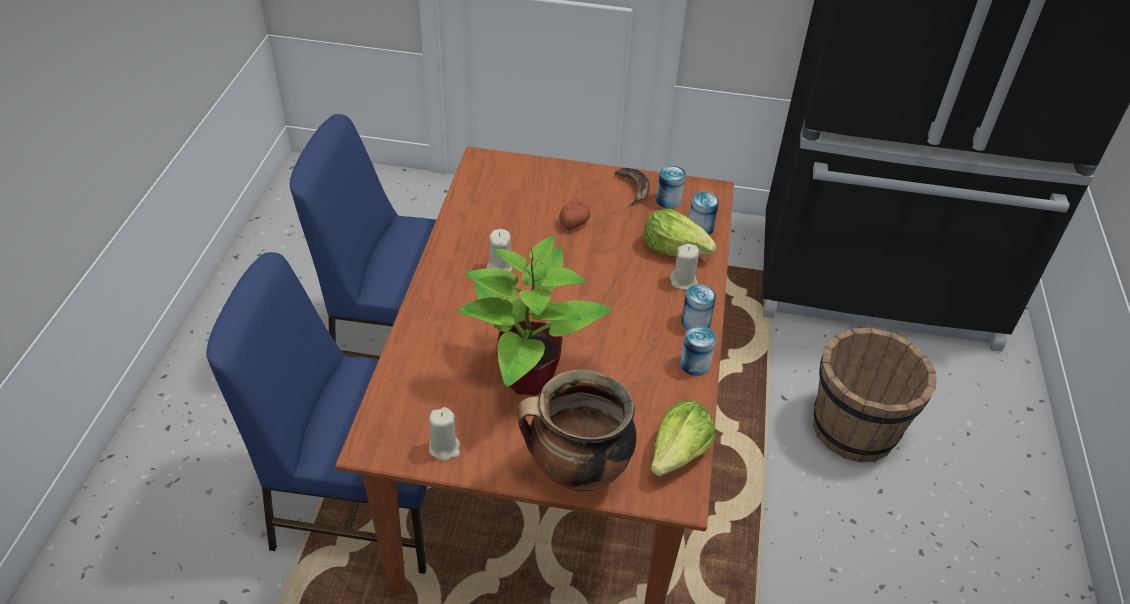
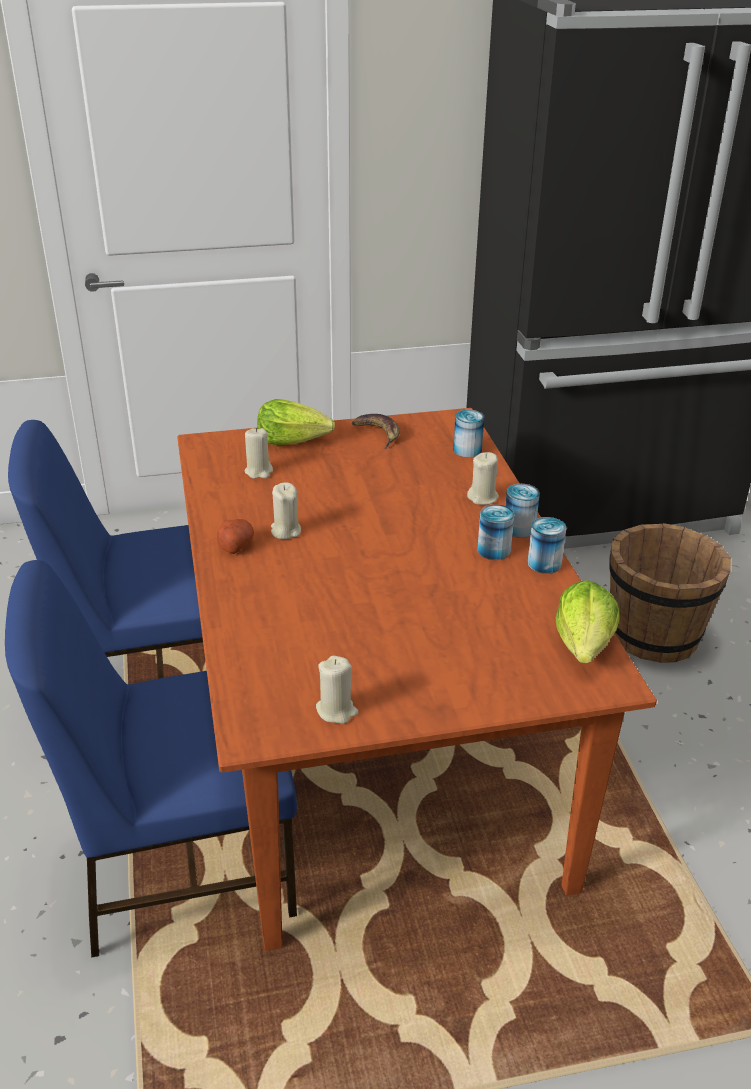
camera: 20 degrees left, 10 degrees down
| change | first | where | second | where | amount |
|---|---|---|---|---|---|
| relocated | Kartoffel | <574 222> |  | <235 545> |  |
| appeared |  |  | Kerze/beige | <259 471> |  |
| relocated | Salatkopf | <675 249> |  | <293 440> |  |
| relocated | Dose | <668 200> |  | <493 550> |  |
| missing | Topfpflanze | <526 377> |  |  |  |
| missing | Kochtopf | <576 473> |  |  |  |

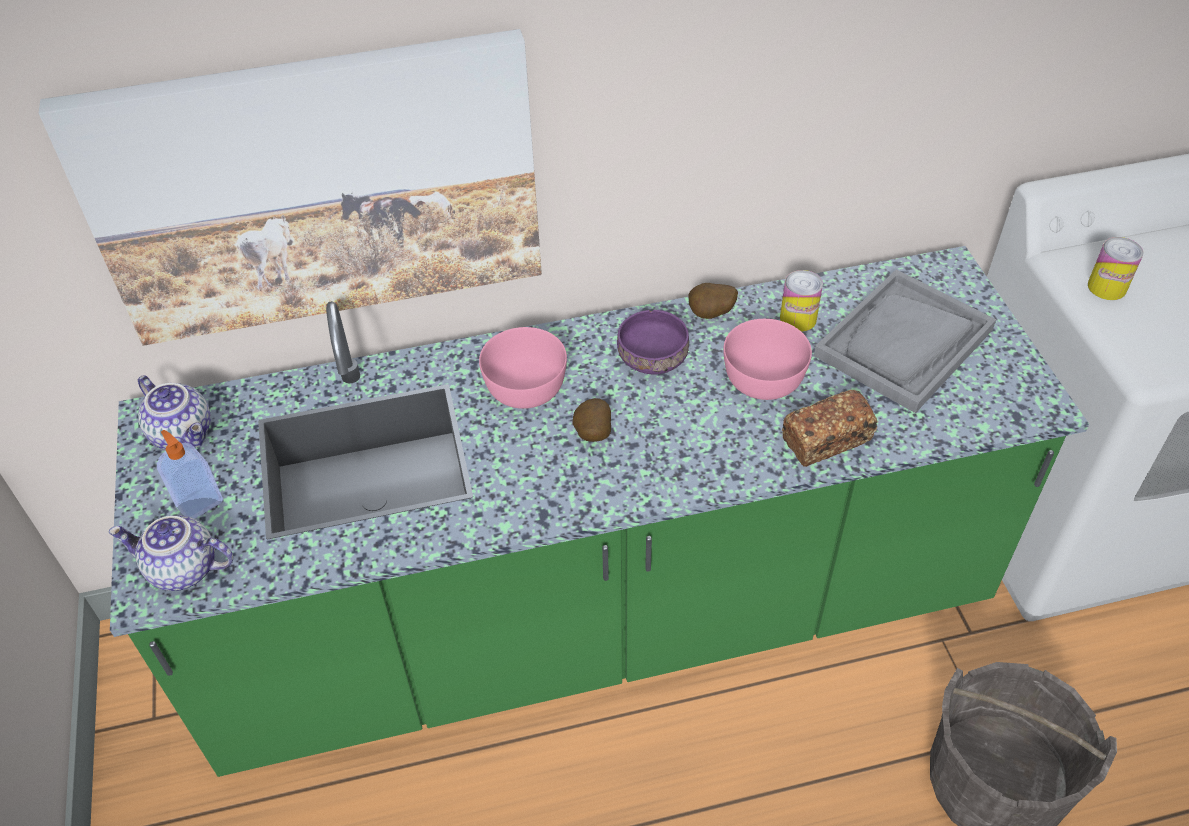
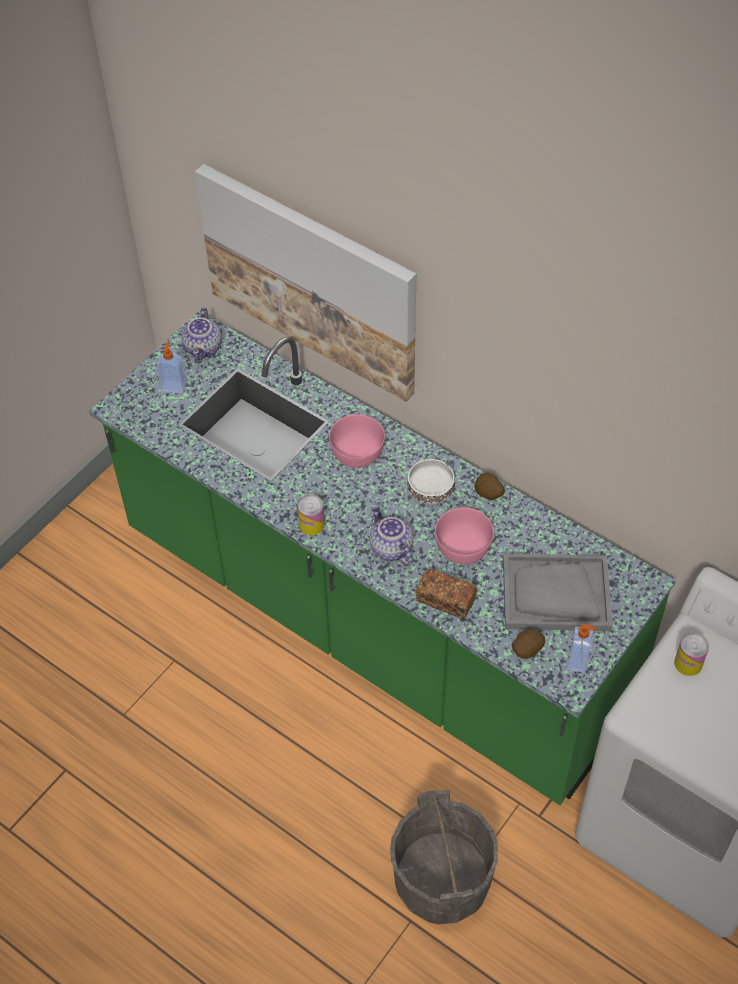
camera: 50 degrees right, 5 degrees up
| change | first | where | second | where | amount |
|---|---|---|---|---|---|
| relocated | Dose | <798 318> |  | <311 524> |  |
| relocated | Teekanne | <182 570> |  | <390 548> |  |
| colour | Schüssel/lila | <651 358> | Schüssel/weiß | <429 490> |  |
| relocated | Kartoffel | <592 435> |  | <526 650> |  |
| appeared |  |  | Seifenspender | <579 660> |  |

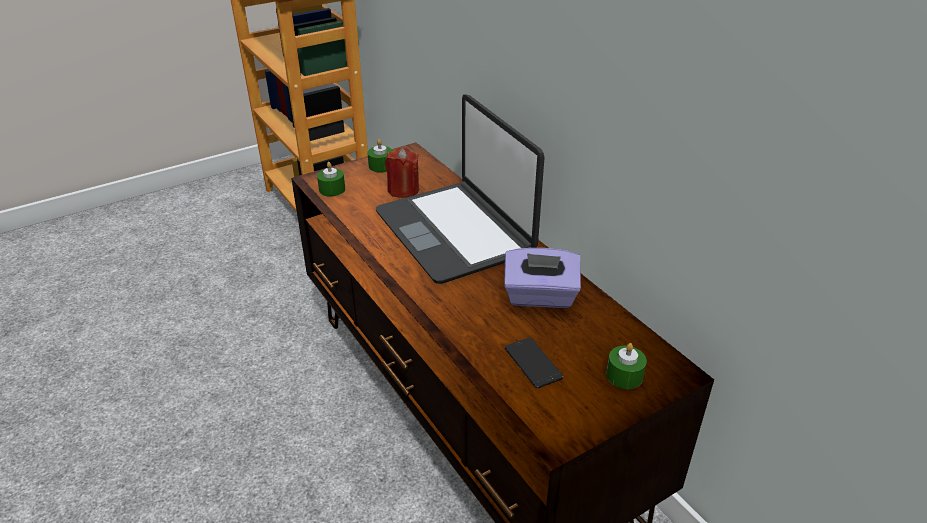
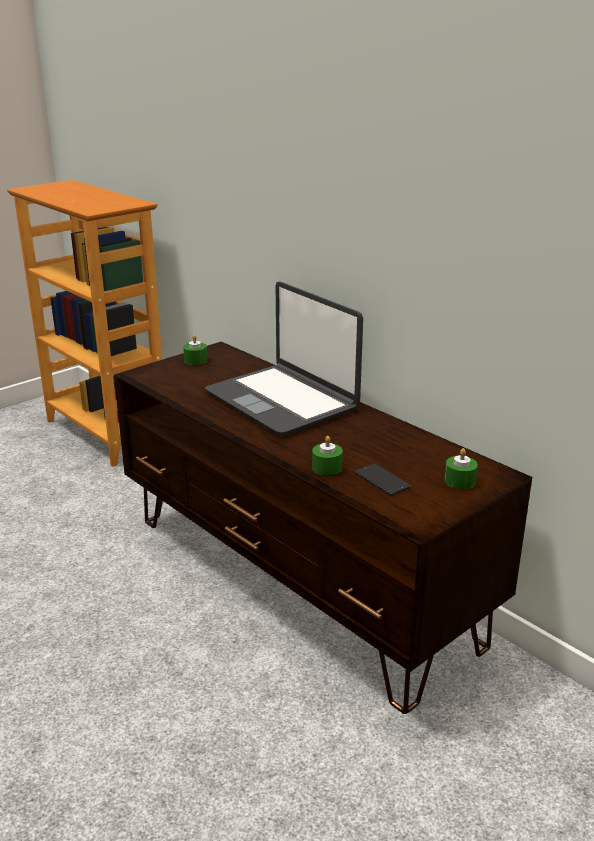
camera: 10 degrees left, 10 degrees down
| change | first | where | second | where | amount |
|---|---|---|---|---|---|
| relocated | Kerze/grün | <332 189> |  | <327 467> |  |
| missing | Kerze/rot | <403 190> |  |  |  |
| missing | Taschentuchbox/lila | <540 297> |  |  |  |

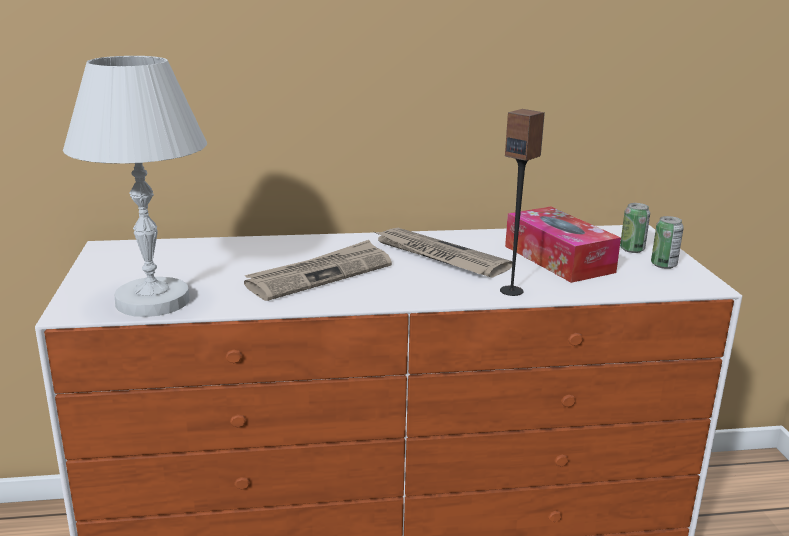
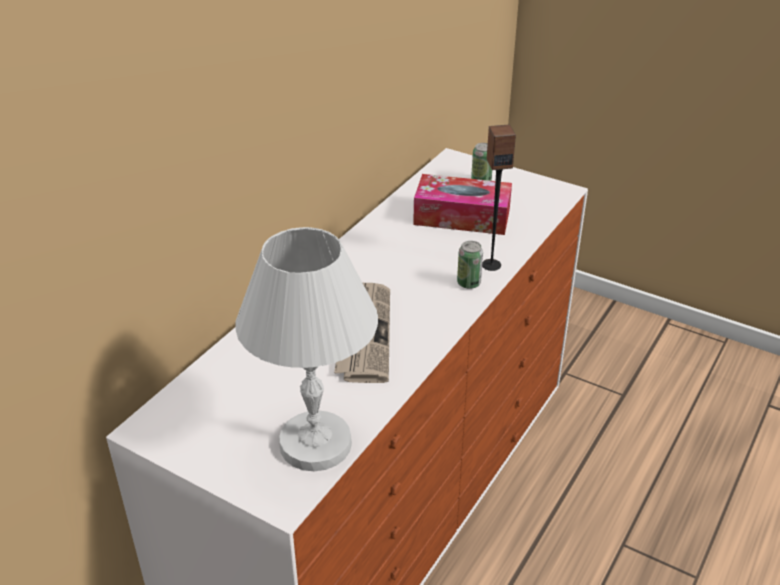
camera: 50 degrees left, 15 degrees up
| change | first | where | second | where | amount |
|---|---|---|---|---|---|
| relocated | Dose | <663 265> |  | <468 283> |  |
| missing | Zeitung | <438 256> |  |  |  |

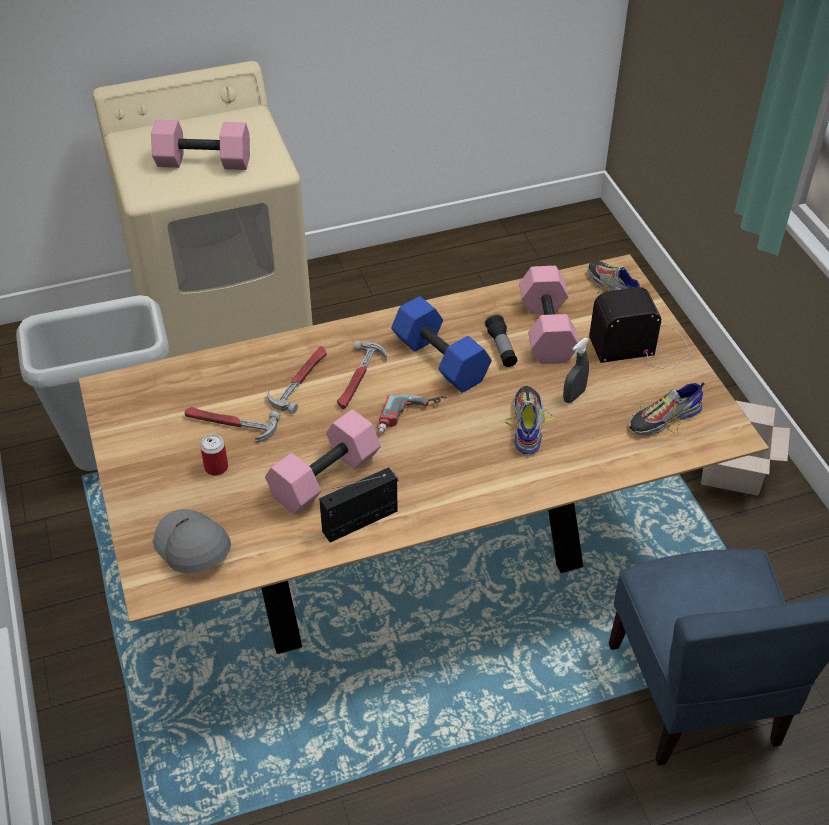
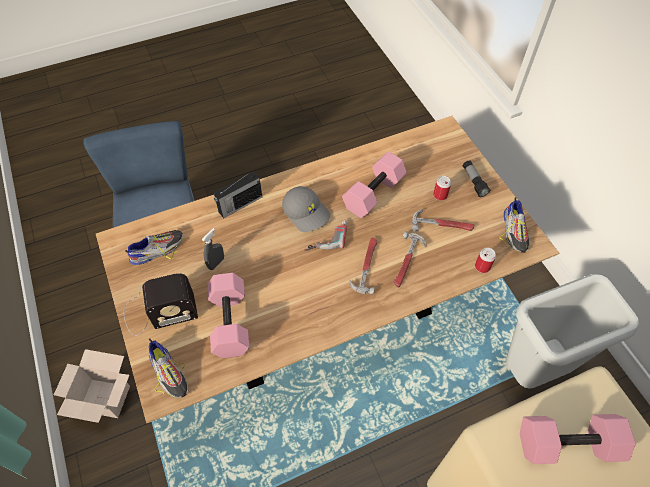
camera: 175 degrees right, 10 degrees up
| change | first | where | second | where | amount |
|---|---|---|---|---|---|
| relocated | Radio | <361 521> |  | <239 204> |  |
| relocated | Kappe/grau | <191 547> |  | <307 212> |  |
| relocated | Taschenlampe | <501 348> |  | <474 182> |  |
| appeared |  |  | Dose | <482 266> |  |
| relocated | Schuh | <527 423> |  | <515 231> |  |
| missing | Hantel/blau | <442 360> |  |  |  |

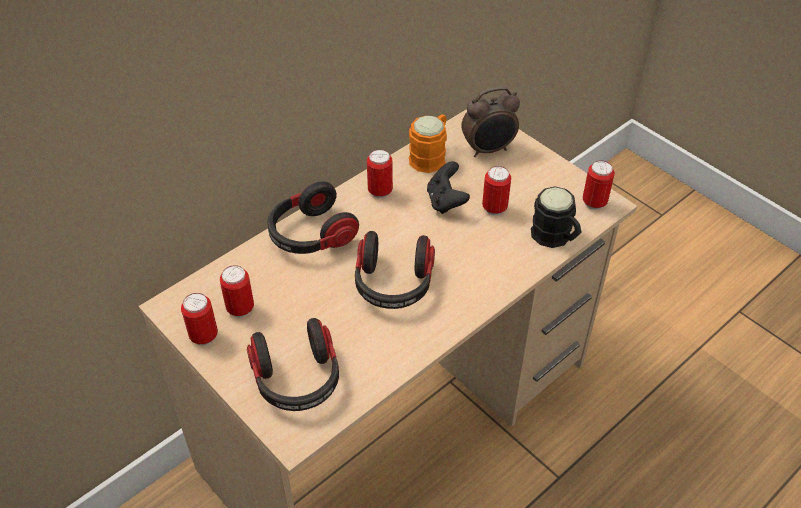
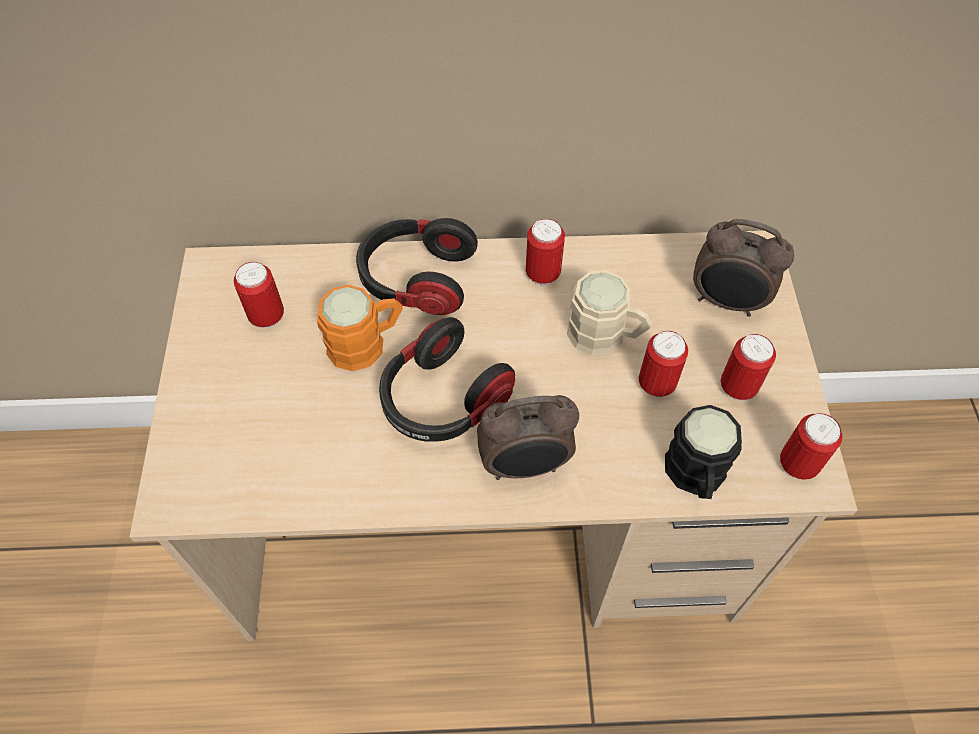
camera: 40 degrees right, 10 degrees up
| change | first | where | second | where | amount |
|---|---|---|---|---|---|
| relocated | Henkelbecher/orange | <430 155> |  | <366 343> |  |
| appeared |  |  | Wecker | <525 466> |  |
| exchanged | Gamepad/schwarz | <446 201> | Henkelbecher/beige | <605 336> |  |
| relocated | Dose | <204 336> |  | <738 387> |  |
| missing | Kopfhörer | <297 380> |  |  |  |

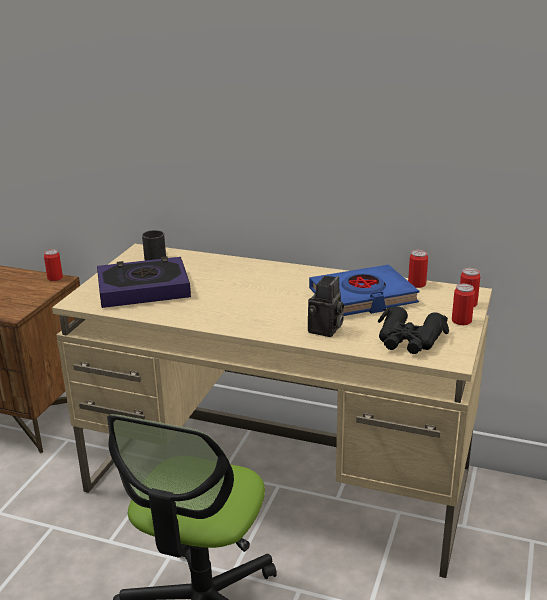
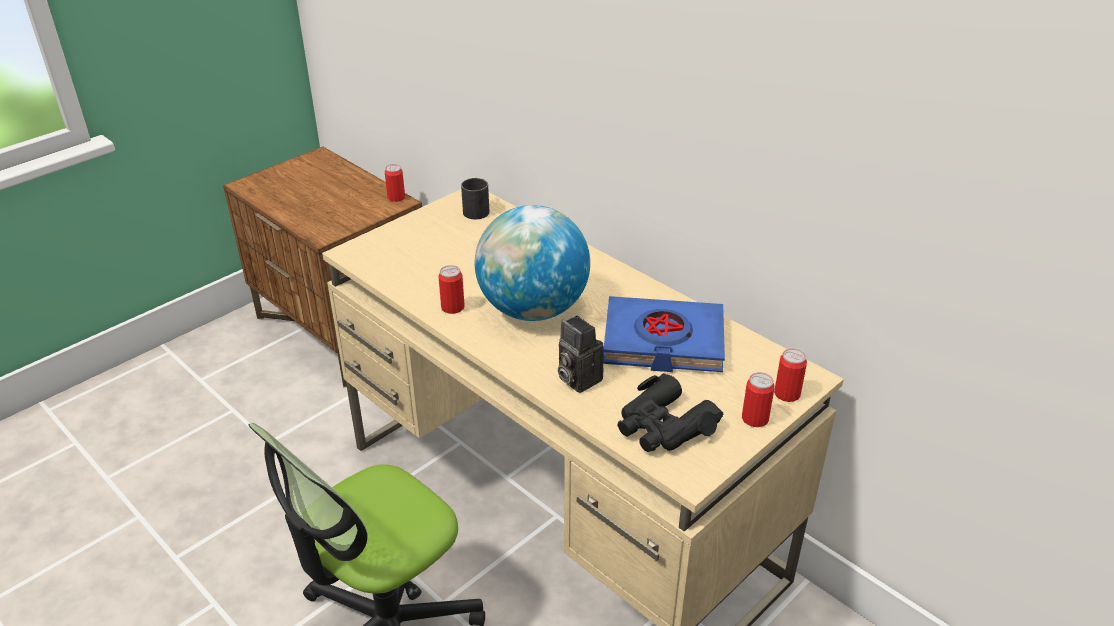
camera: 25 degrees right, 10 degrees up
| change | first | where | second | where | amount |
|---|---|---|---|---|---|
| relocated | Dose | <416 284> |  | <452 307> |  |
| appeared |  |  | Globus | <533 309> |  |
| spun | Kamera | <325 330> |  | <577 378> | 90 degrees clockwise |
| missing | Buch | <143 288> |  |  |  |

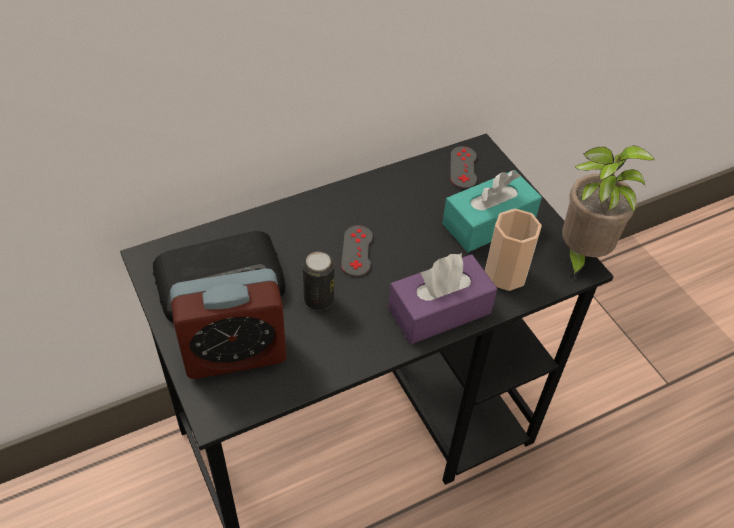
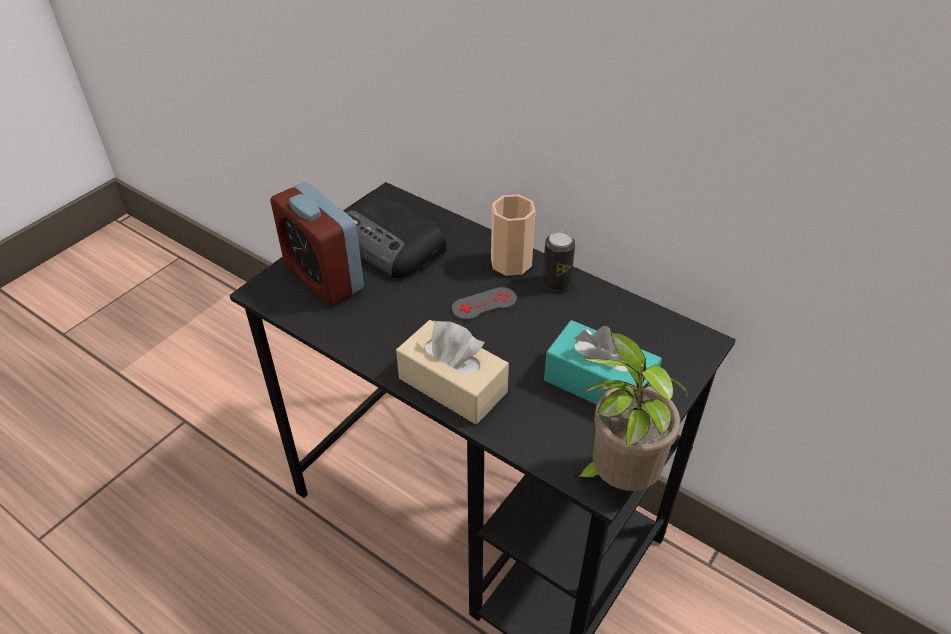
camera: 65 degrees right, 5 degrees down
| change | first | where | second | where | amount |
|---|---|---|---|---|---|
| colour | Taschentuchbox/lila | <439 311> | Taschentuchbox/beige | <452 385> |  |
| relocated | Tasse | <505 274> |  | <511 262> |  |
| relocated | Dose | <319 299> |  | <556 283> |  |
| missing | Gamepad/grau | <463 167> |  |  |  |

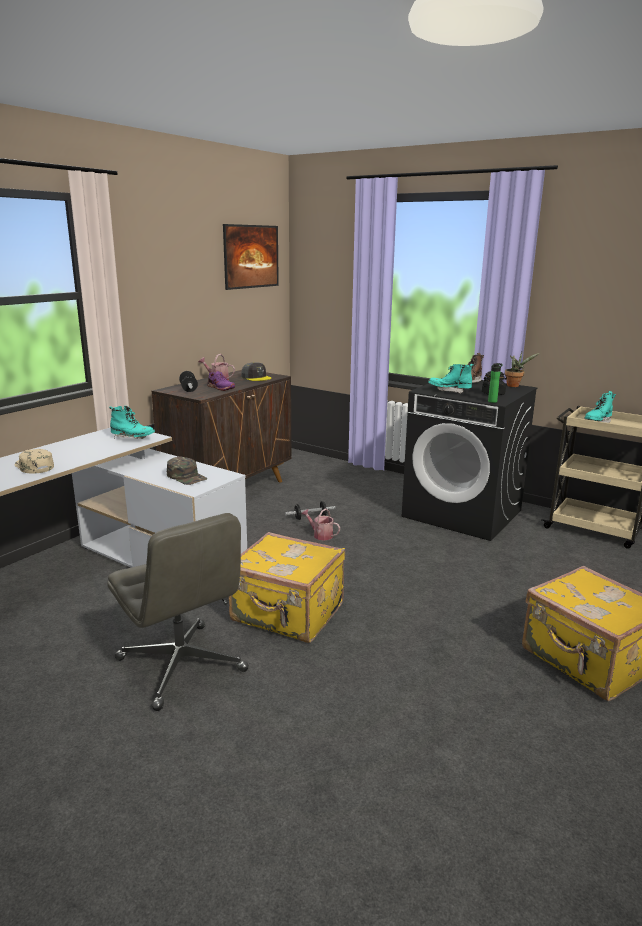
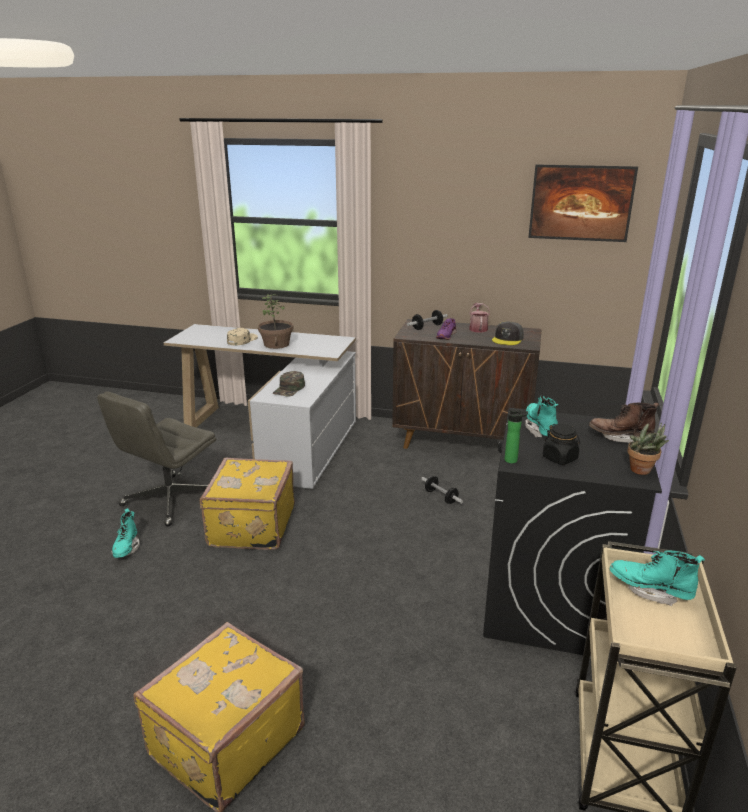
camera: 70 degrees right, 5 degrees up
| change | first | where | second | where | amount |
|---|---|---|---|---|---|
| relocated | Stiefel/türkis | <132 438> |  | <126 549> |  |
| appeared |  |  | Topfpflanze | <277 344> |  |
| missing | Gießkanne | <320 535> |  |  |  |

